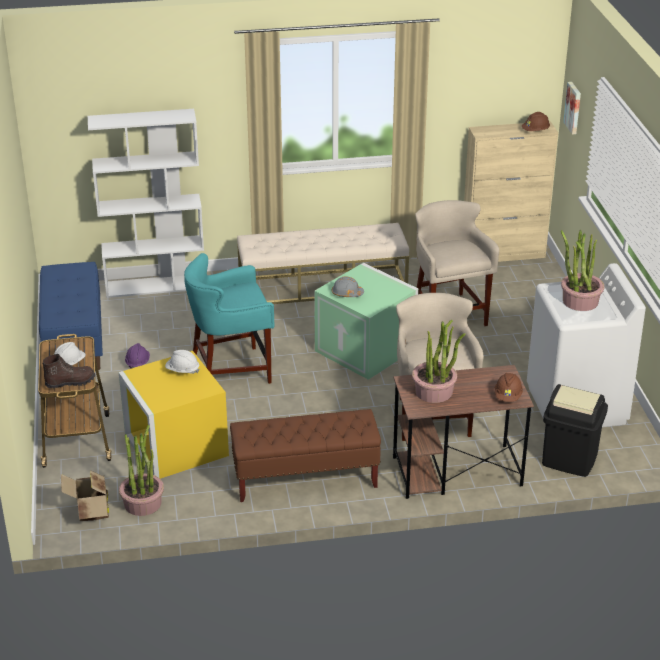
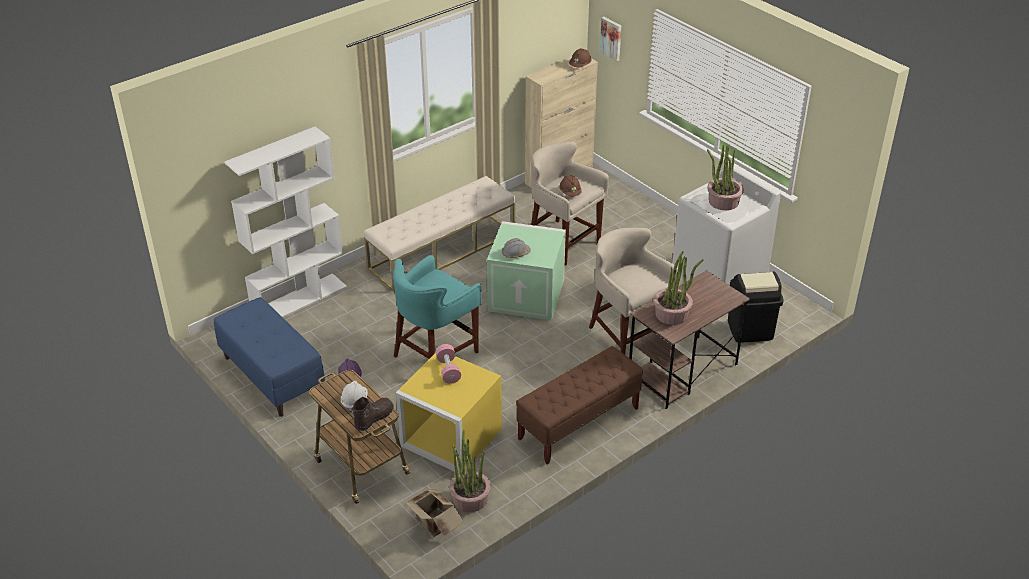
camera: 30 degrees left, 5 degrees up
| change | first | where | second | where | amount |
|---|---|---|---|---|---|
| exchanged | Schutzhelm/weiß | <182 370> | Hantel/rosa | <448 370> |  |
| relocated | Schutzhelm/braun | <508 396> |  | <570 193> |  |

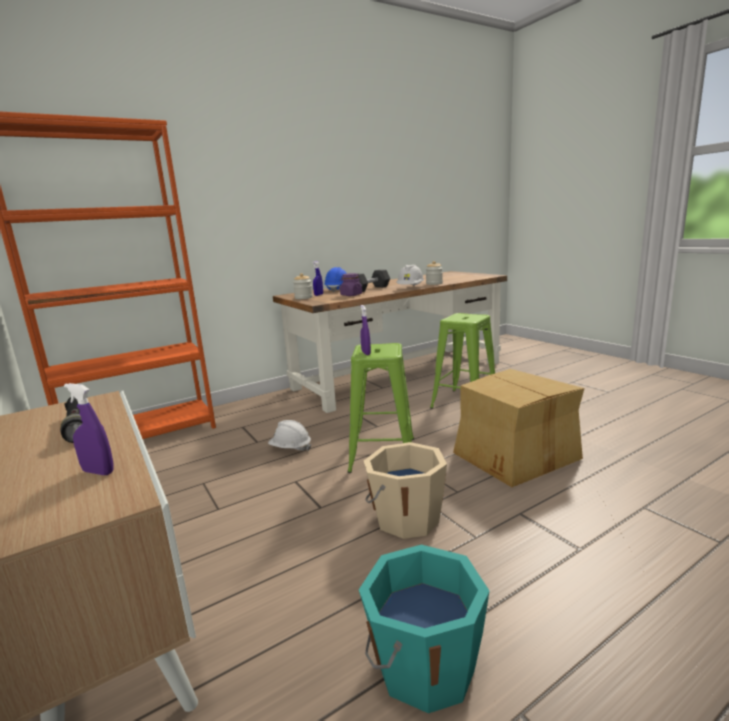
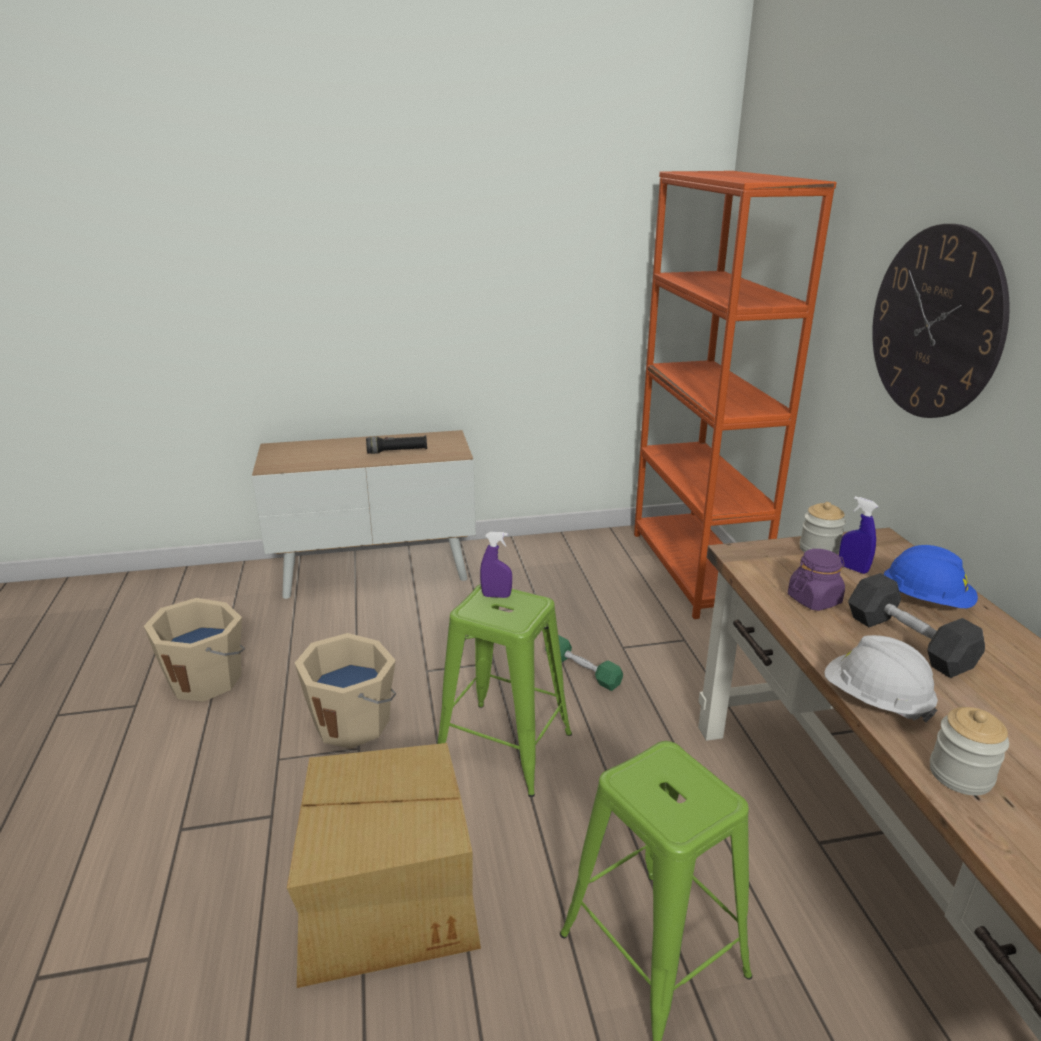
camera: 110 degrees right, 10 degrees up
| change | first | where | second | where | amount |
|---|---|---|---|---|---|
| colour | Eimer/türkis | <423 665> | Eimer/beige | <207 679> |  |
| exchanged | Schutzhelm/weiß | <290 448> | Hantel/grün | <582 671> |  |
| appeared |  |  | Wanduhr | <935 323> |  |
| missing | Sprühflasche/lila | <98 472> |  |  |  |

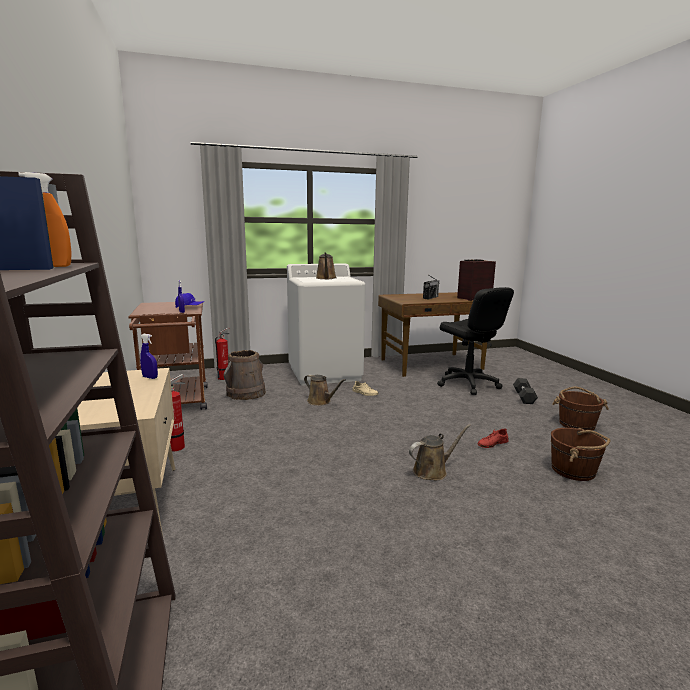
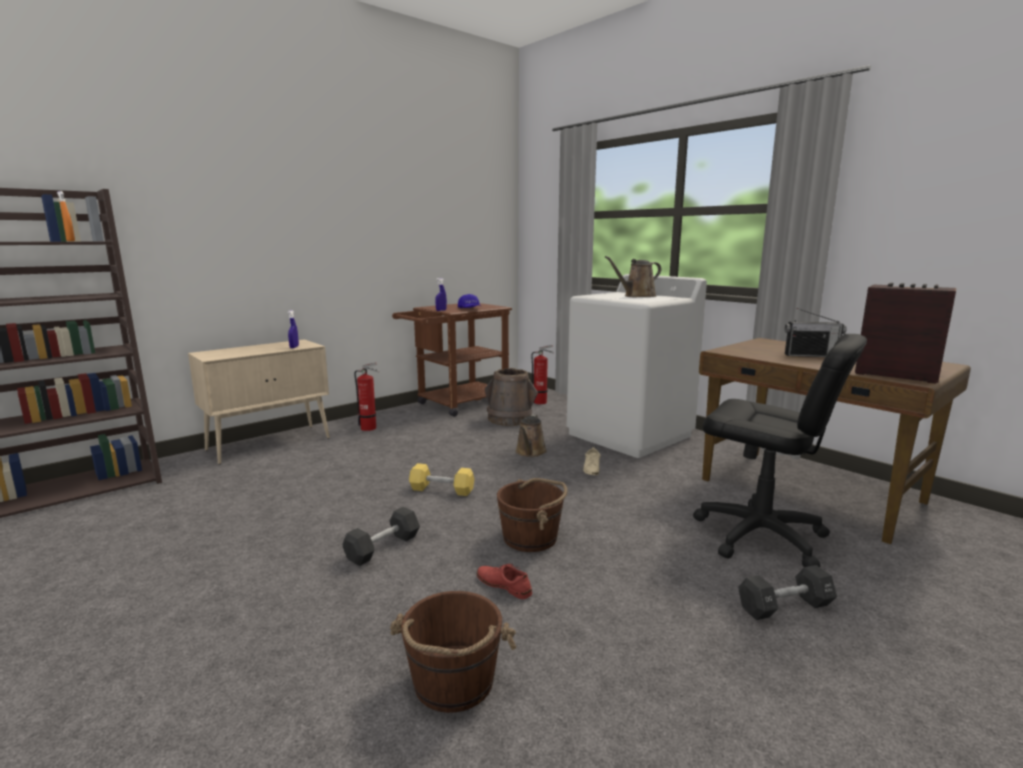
camera: 65 degrees right, 0 degrees up
| change | first | where | second | where | amount |
|---|---|---|---|---|---|
| exchanged | Gießkanne/braun | <432 471> | Hantel/schwarz | <383 547> |  |
| appeared |  |  | Hantel/gelb | <442 490> |  |
| relocated | Eimer/braun | <576 424> |  | <531 538> |  |
| spun | Bürostuhl/schwarz | <468 384> |  | <760 536> | 90 degrees counterclockwise |

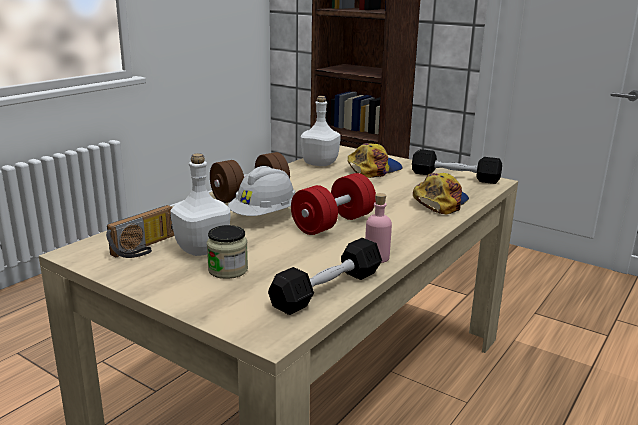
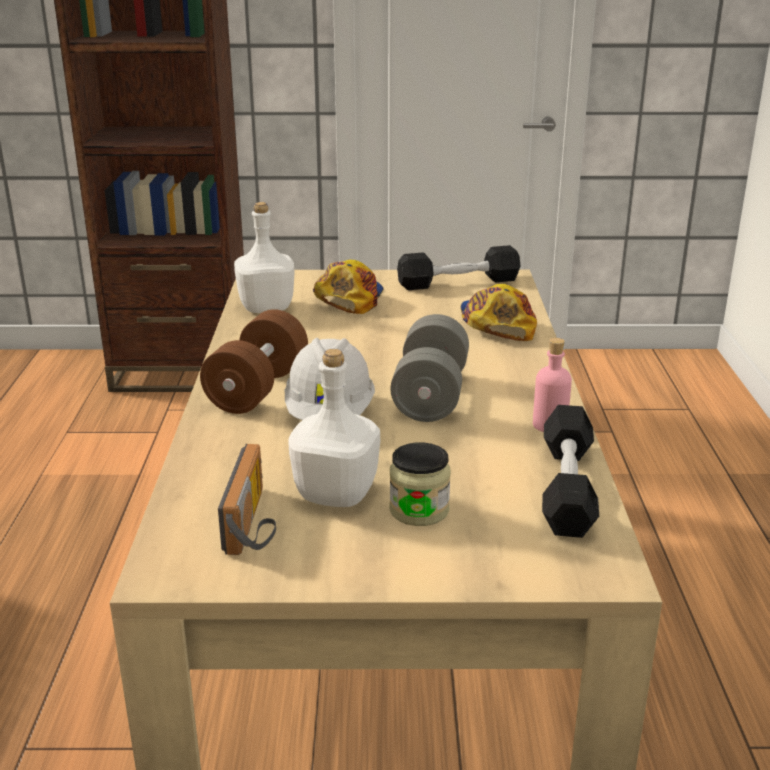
camera: 35 degrees left, 5 degrees up
| change | first | where | second | where | amount |
|---|---|---|---|---|---|
| colour | Hantel/rot | <333 223> | Hantel/grau | <430 395> |  |

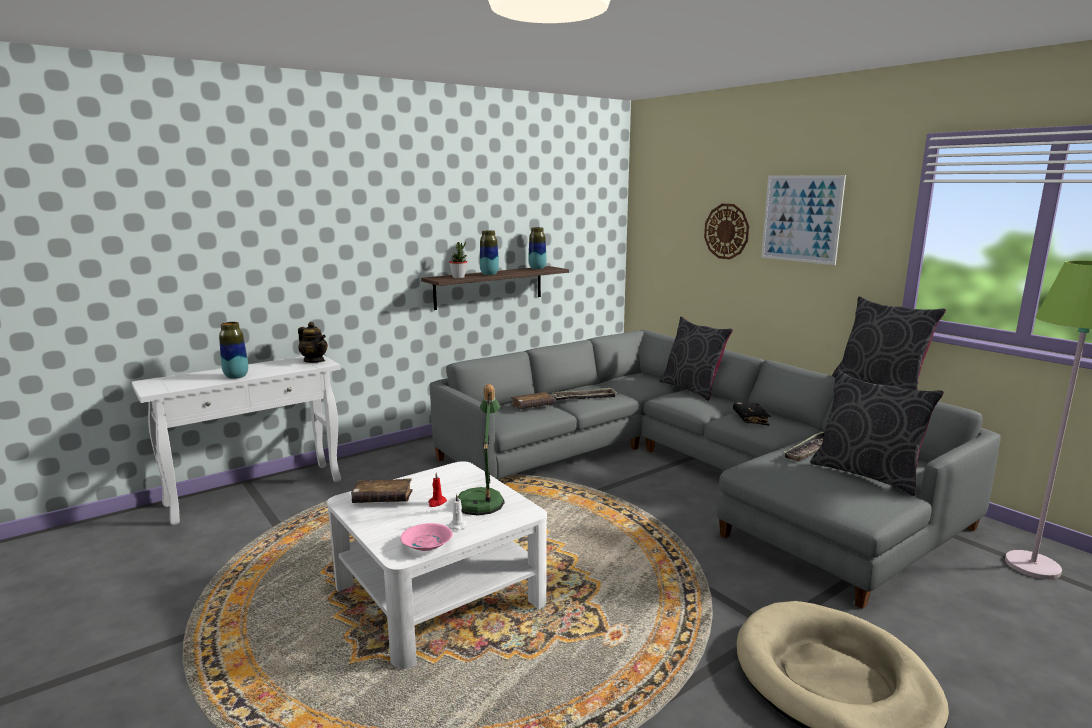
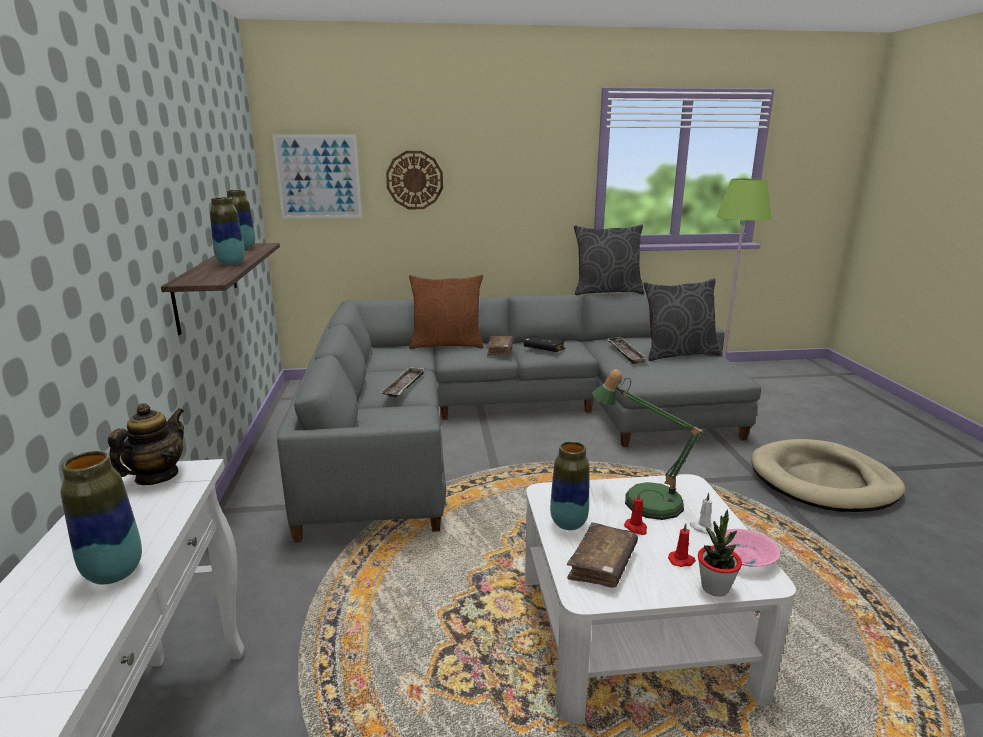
camera: 60 degrees left, 5 degrees up
| change | first | where | second | where | amount |
|---|---|---|---|---|---|
| spun | Teekanne | <314 361> |  | <156 476> | 45 degrees counterclockwise |
| relocated | Bild | <801 218> |  | <318 177> |  |
| colour | Kissen/grau | <692 389> | Kissen/braun | <447 345> |  |
| relocated | Buch/braun | <532 406> |  | <500 350> |  |
| appeared |  |  | Vase | <568 523> |  |
| appeared |  |  | Kerze/rot | <682 560> |  |
| relocated | Topfpflanze | <458 277> |  | <715 587> |  |

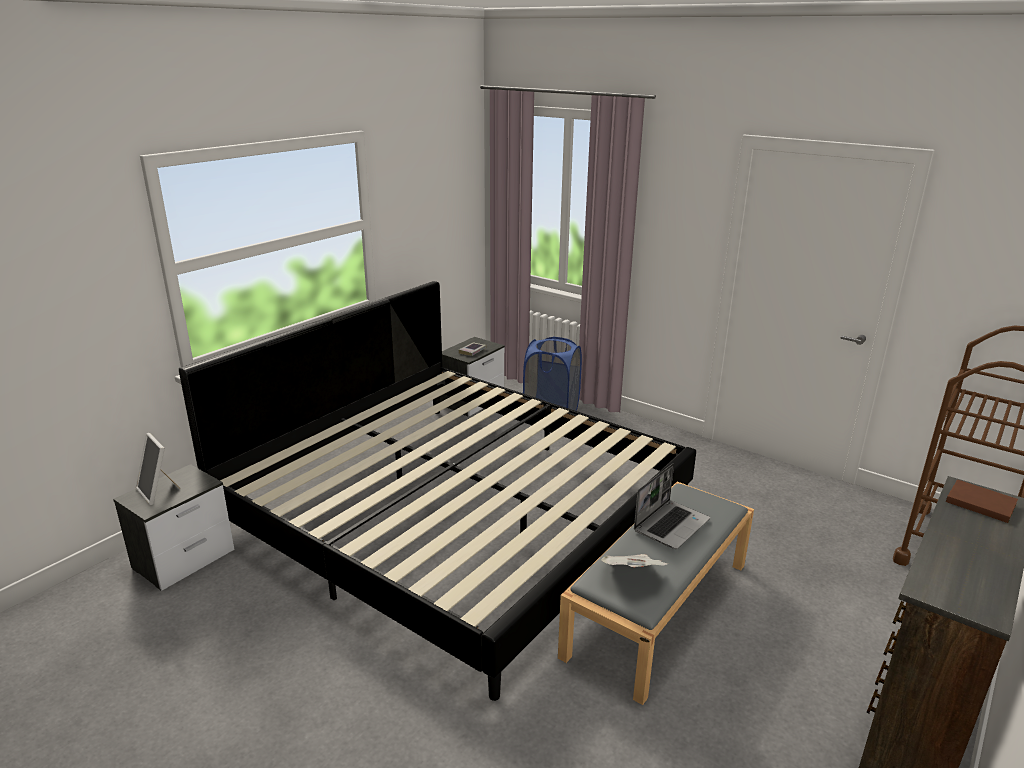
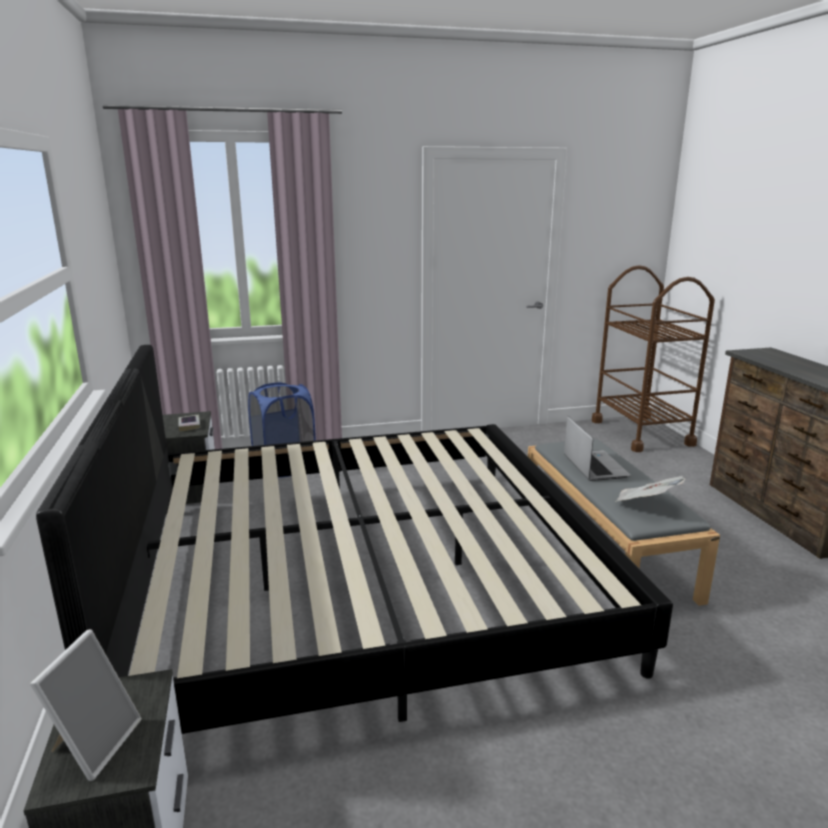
camera: 50 degrees left, 5 degrees down
| change | first | where | second | where | amount |
|---|---|---|---|---|---|
| spun | Bilderrahmen | <158 492> |  | <94 744> | 75 degrees counterclockwise |
| missing | Buch/braun | <979 502> |  |  |  |

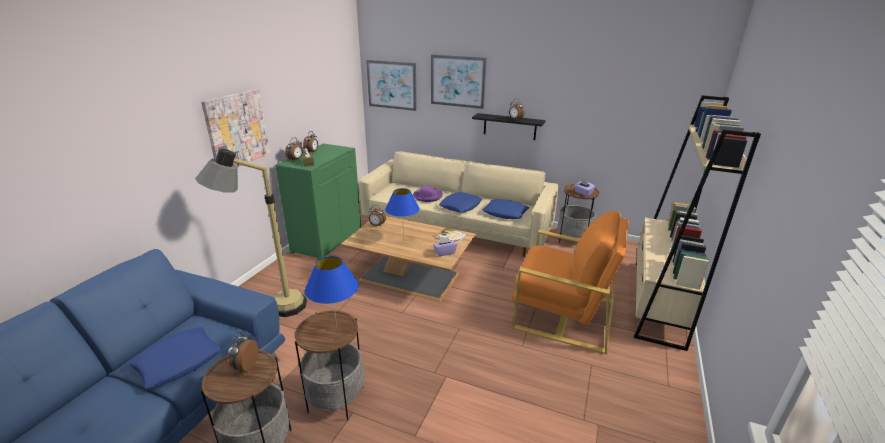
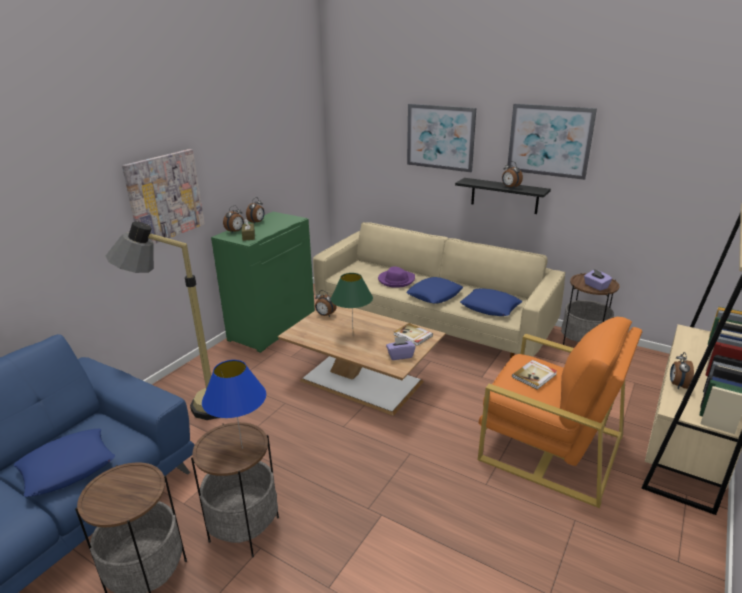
camera: 10 degrees right, 0 degrees up
| change | first | where | second | where | amount |
|---|---|---|---|---|---|
| colour | Tischlampe/blau | <403 240> | Tischlampe/grün | <353 336> |  |
| relocated | Bild | <392 85> |  | <549 141> |  |
| appeared |  |  | Buch | <534 376> |  |
| relocated | Wecker | <245 366> |  | <677 385> |  |

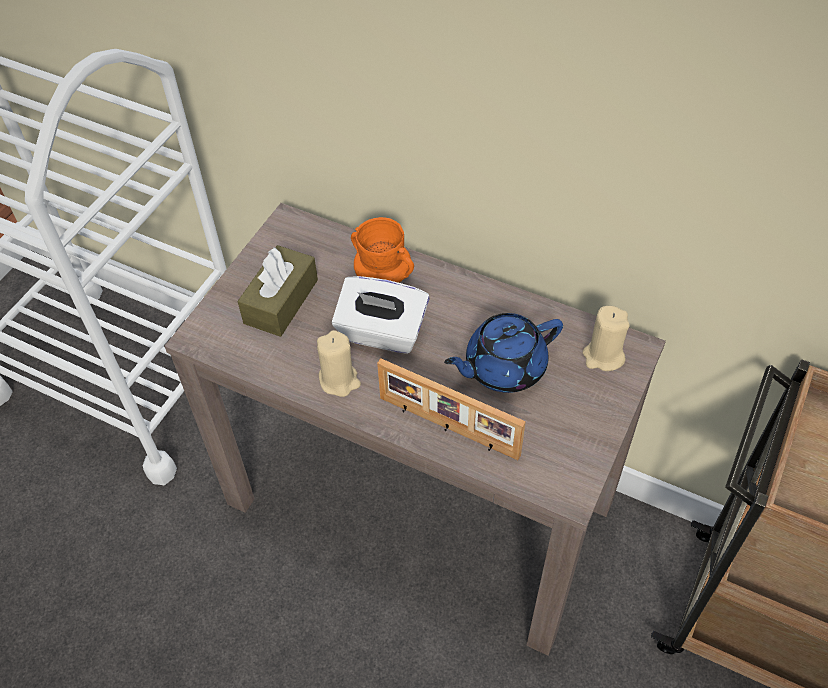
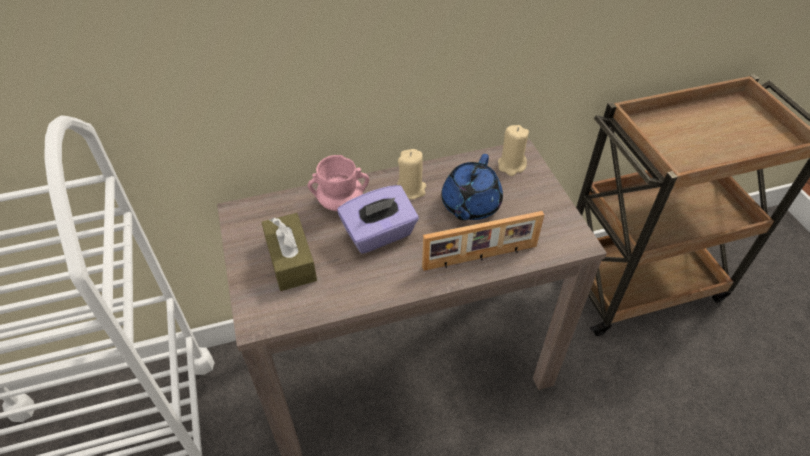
camera: 45 degrees left, 5 degrees down
| change | first | where | second | where | amount |
|---|---|---|---|---|---|
| colour | Henkelbecher/orange | <383 276> | Henkelbecher/rosa | <341 203> |  |
| colour | Taschentuchbox/weiß | <382 333> | Taschentuchbox/lila | <379 234> |  |
| relocated | Kerze/beige | <339 380> |  | <411 190> |  |

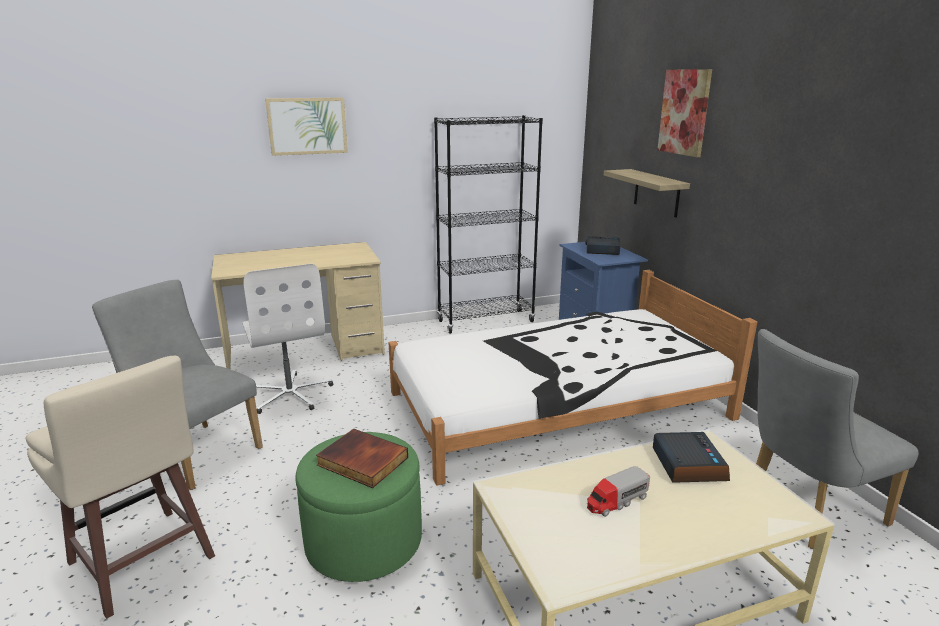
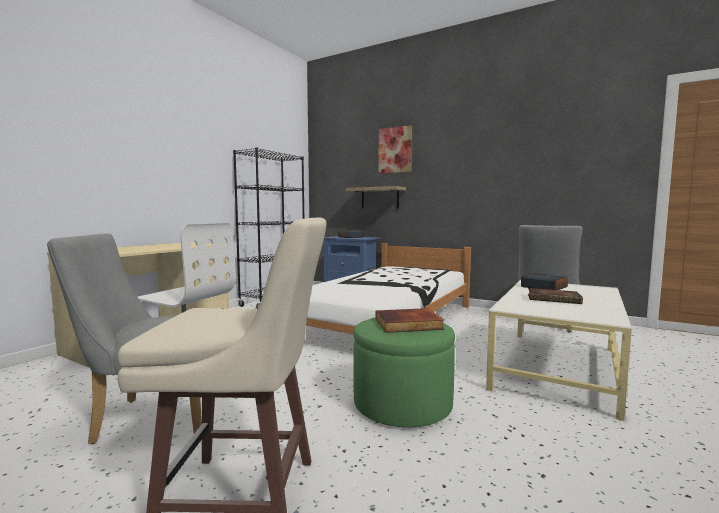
camera: 40 degrees left, 15 degrees down
| change | first | where | second | where | amount |
|---|---|---|---|---|---|
| exchanged | Spielzeuglaster | <616 501> | Buch | <554 299> |  |
| missing | Bild | <307 126> |  |  |  |

